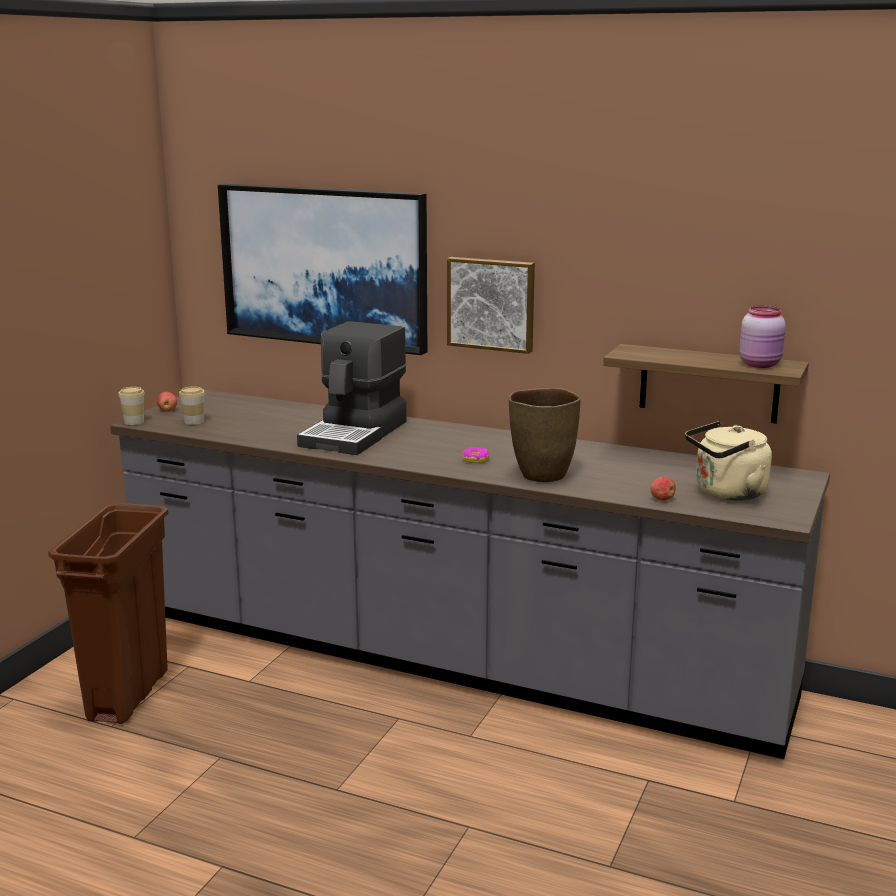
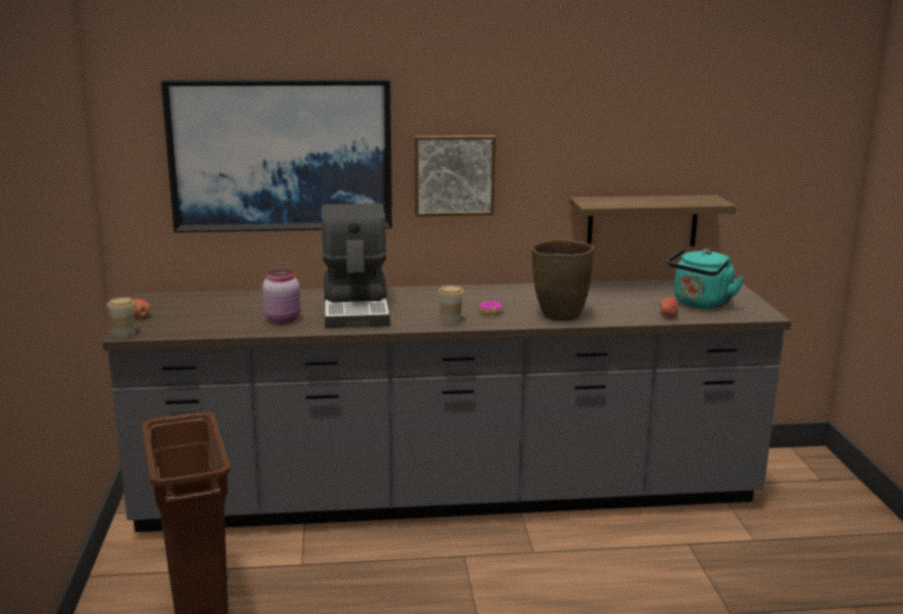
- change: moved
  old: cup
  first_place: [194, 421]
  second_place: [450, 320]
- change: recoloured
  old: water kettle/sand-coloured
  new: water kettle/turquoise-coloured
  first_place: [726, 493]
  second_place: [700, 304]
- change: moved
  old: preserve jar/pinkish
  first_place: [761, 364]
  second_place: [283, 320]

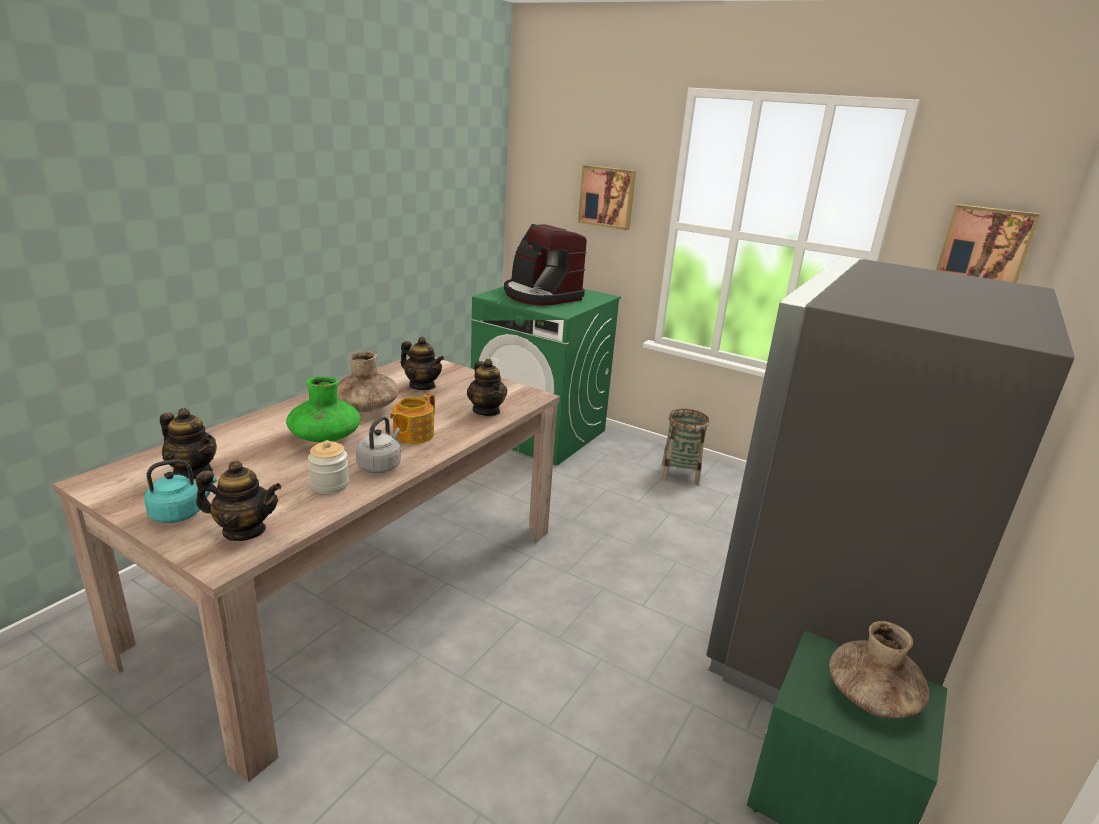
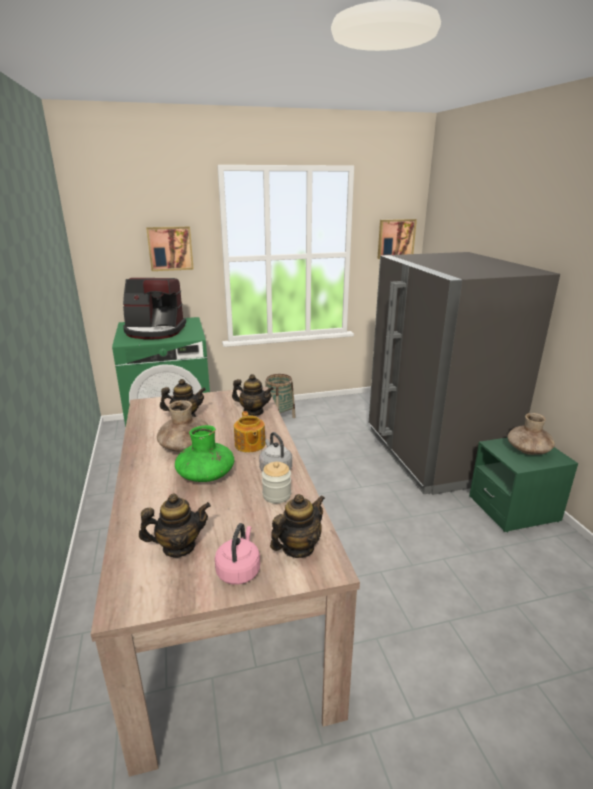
- change: recoloured
  old: water kettle/turquoise-coloured
  new: water kettle/pinkish
  first_place: [180, 513]
  second_place: [239, 570]

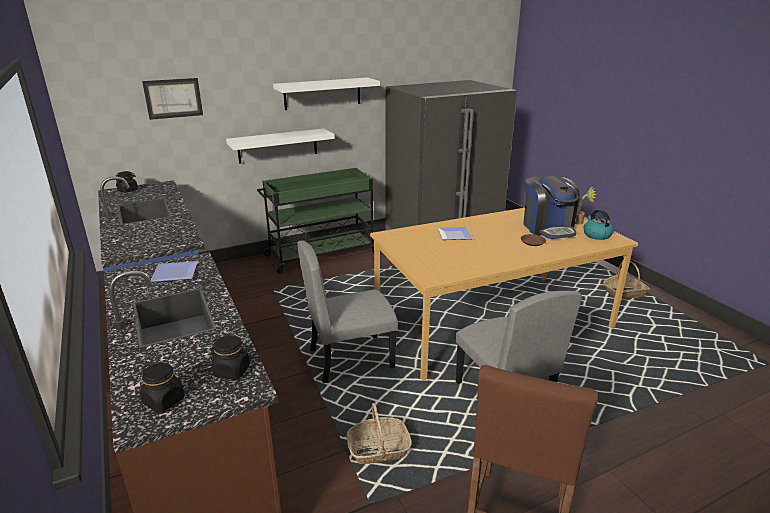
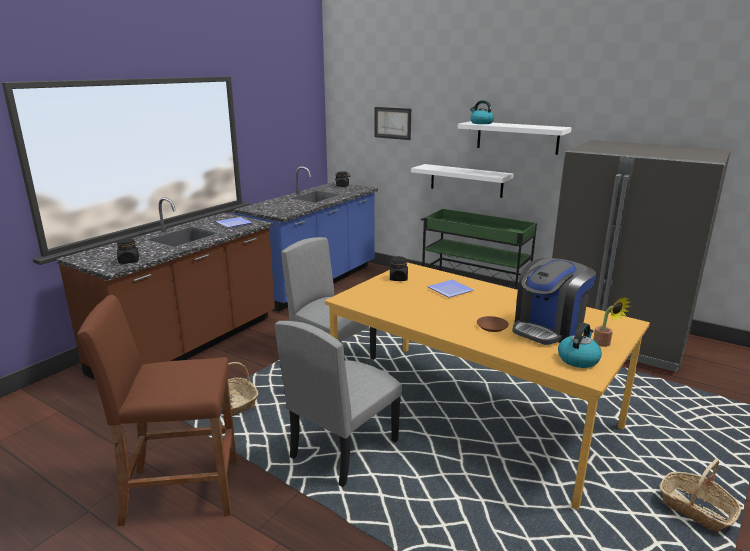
- change: moved
  old: preserve jar/black
  first_place: [164, 401]
  second_place: [398, 279]
- change: added
  new: water kettle
  second_place: [481, 123]

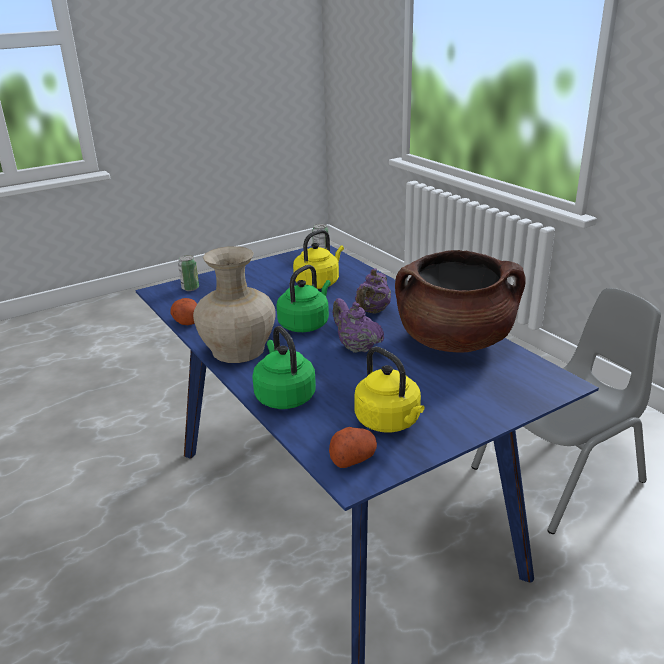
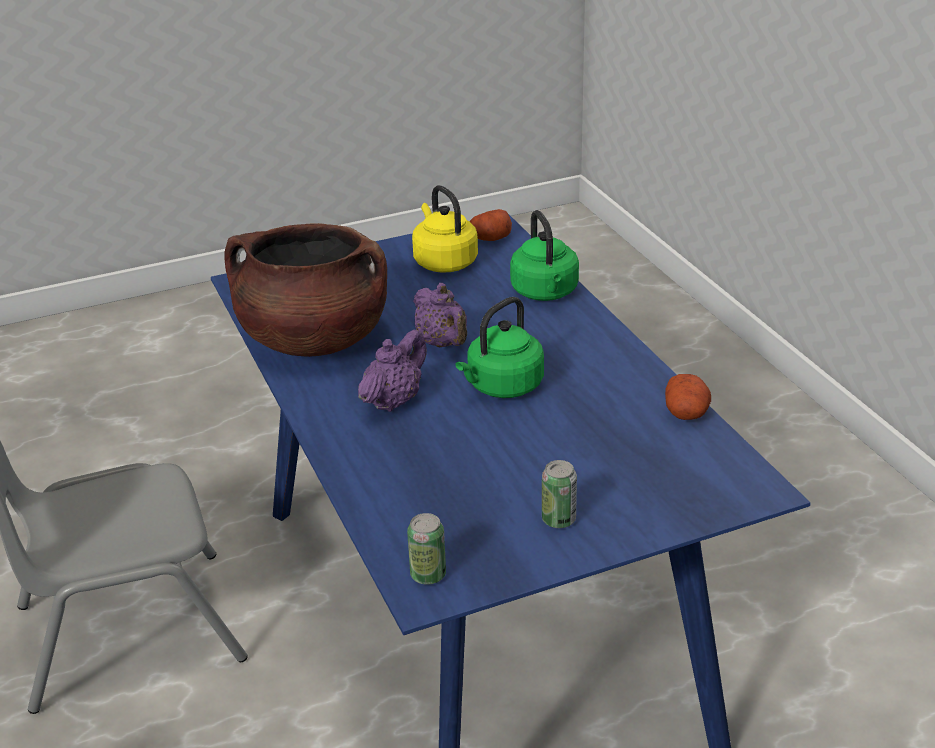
- change: moved
  old: can
  first_place: [190, 288]
  second_place: [558, 520]
- change: removed
  old: decorative vase/sand-coloured
  first_place: [239, 349]
- change: removed
  old: water kettle/yellow-coloured
  first_place: [318, 283]

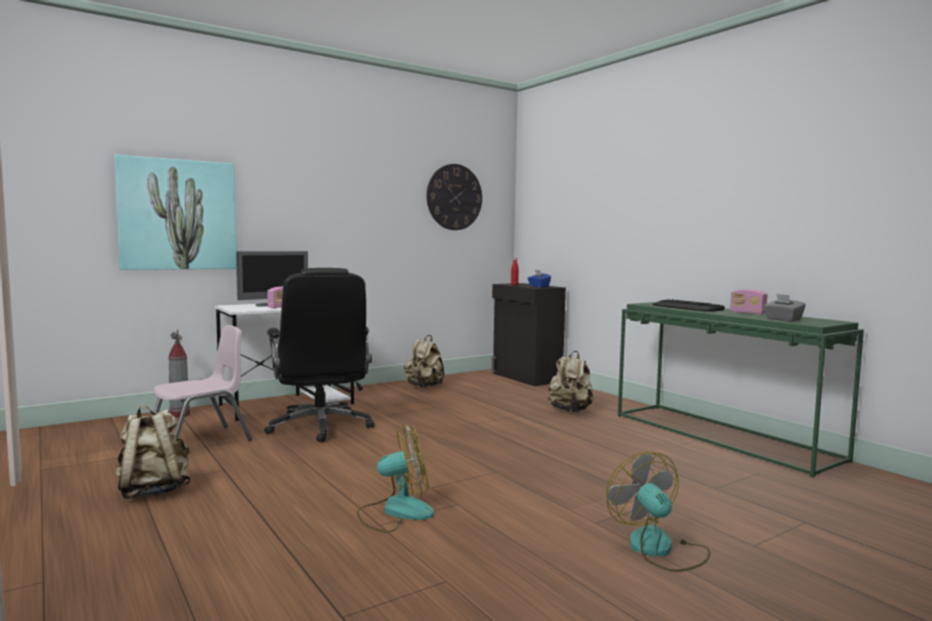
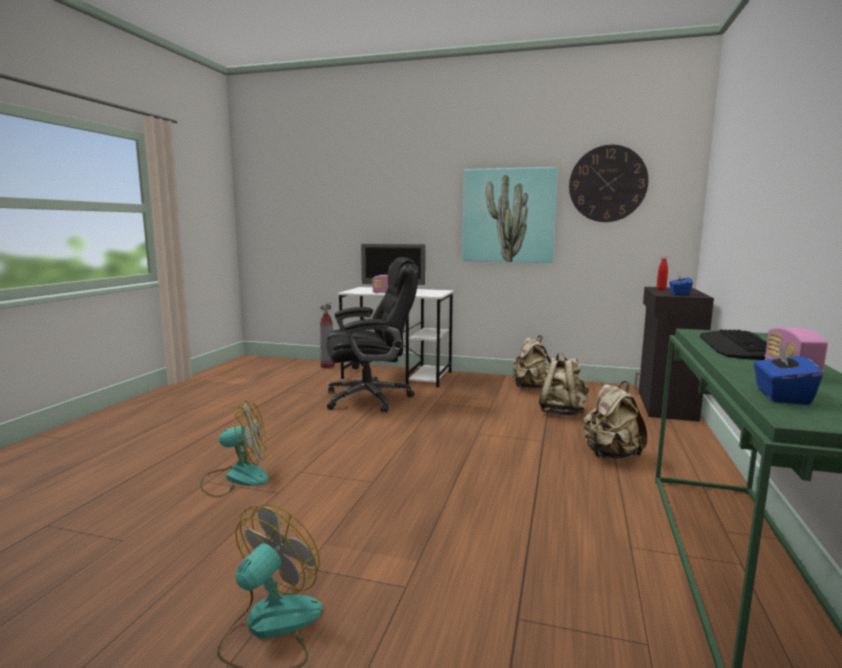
- change: moved
  old: picture
  first_place: [177, 214]
  second_place: [508, 215]
- change: moved
  old: knapsack/sand-coloured
  first_place: [153, 491]
  second_place: [562, 412]
- change: removed
  old: chair/pinkish
  first_place: [200, 441]
- change: turned
  old: computer chair/black
  first_place: [320, 427]
  second_place: [370, 398]
  degrees: -135
- change: turned
  old: fan
  first_place: [395, 512]
  second_place: [236, 478]
  degrees: -45
- change: recoloured
  old: tissue holder/gray
  new: tissue holder/bluish
  first_place: [783, 319]
  second_place: [781, 396]

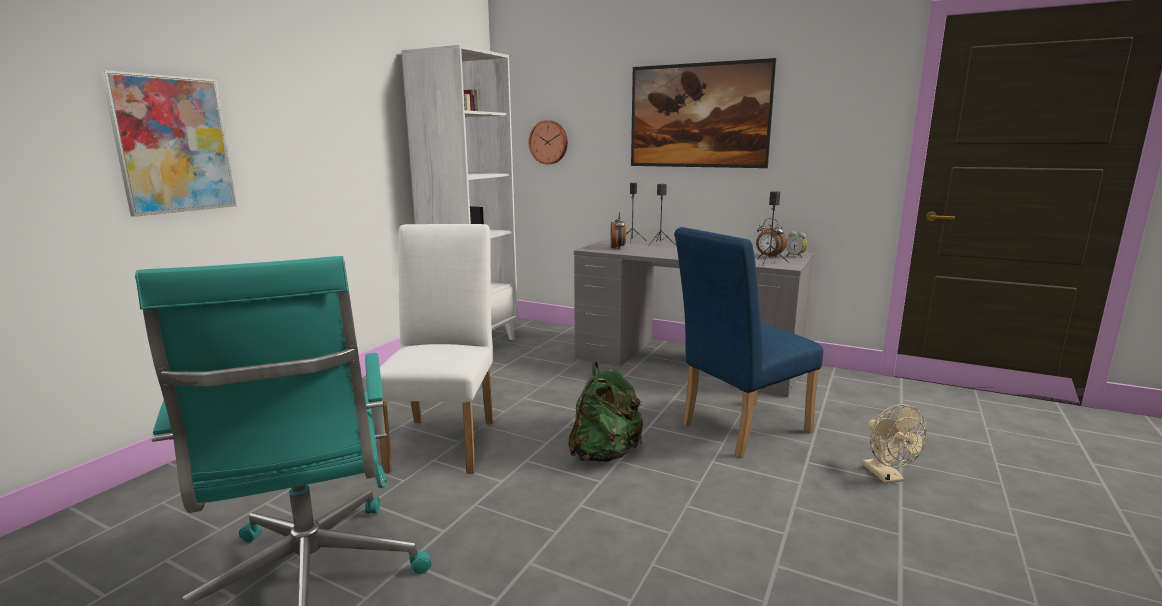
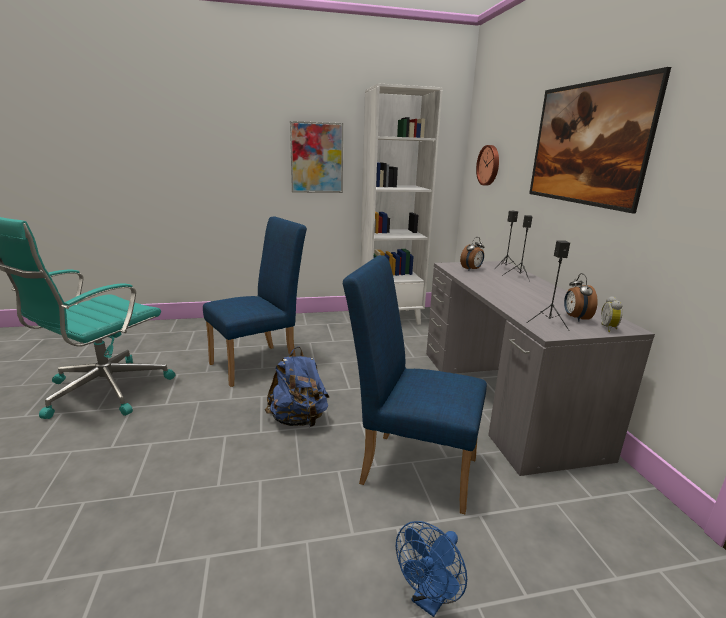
- change: moved
  old: picture
  first_place: [173, 145]
  second_place: [317, 158]
- change: recoloured
  old: chair/white-coloured
  new: chair/bluish
  first_place: [446, 439]
  second_place: [260, 363]
- change: recoloured
  old: knapsack/green-coloured
  new: knapsack/bluish
  first_place: [604, 454]
  second_place: [298, 419]
- change: recoloured
  old: fan/sand-coloured
  new: fan/bluish
  first_place: [887, 476]
  second_place: [430, 599]

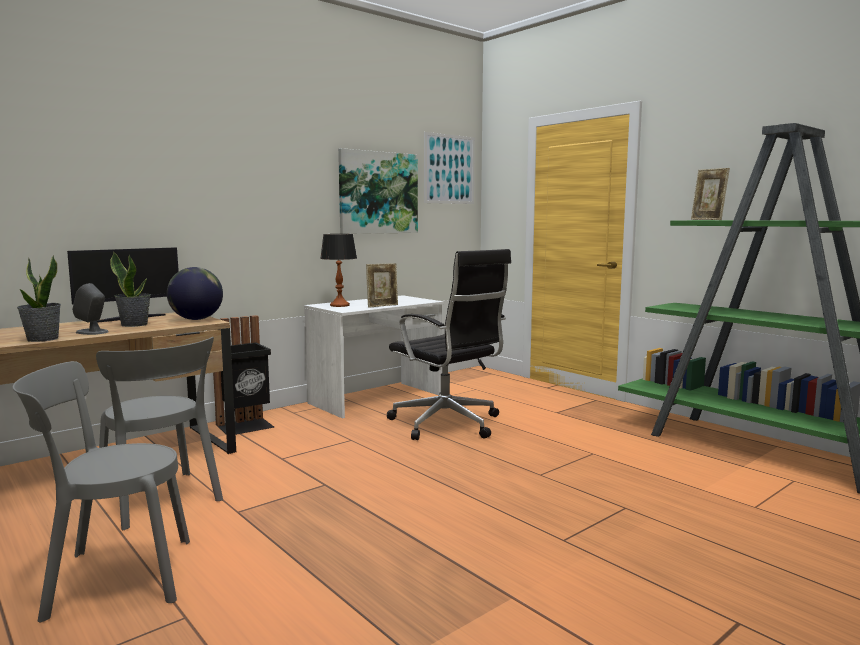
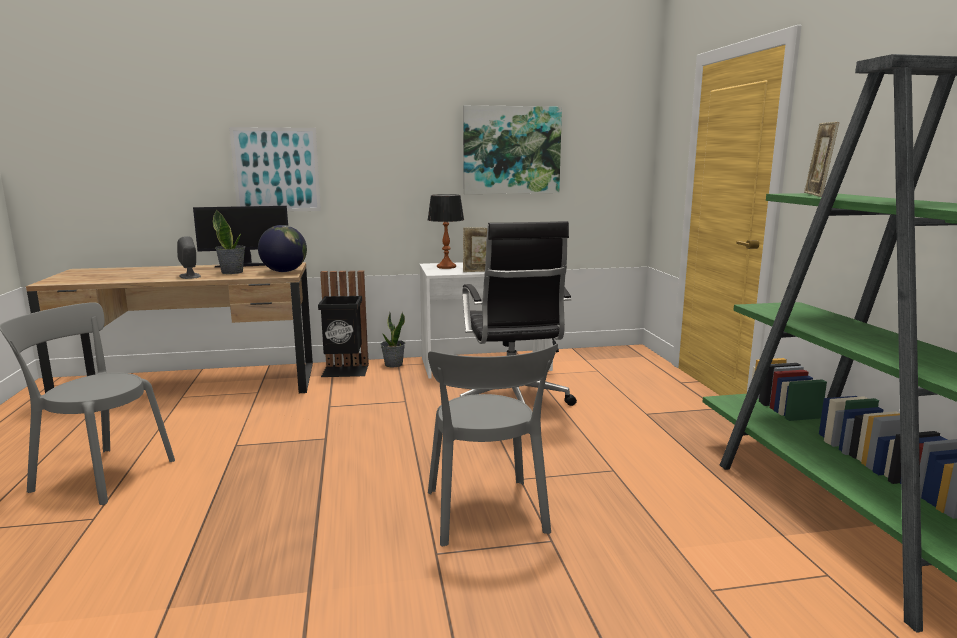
- change: moved
  old: houseplant
  first_place: [42, 339]
  second_place: [393, 364]
- change: moved
  old: chair/gray
  first_place: [161, 501]
  second_place: [487, 515]
- change: moved
  old: picture
  first_place: [449, 169]
  second_place: [276, 170]

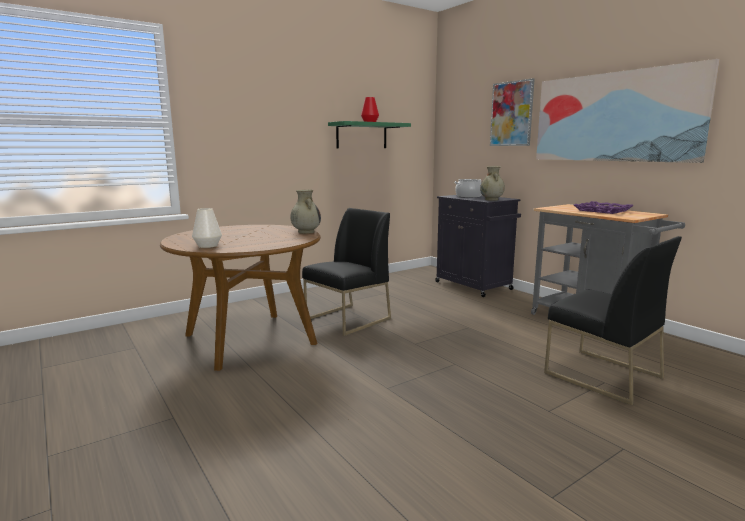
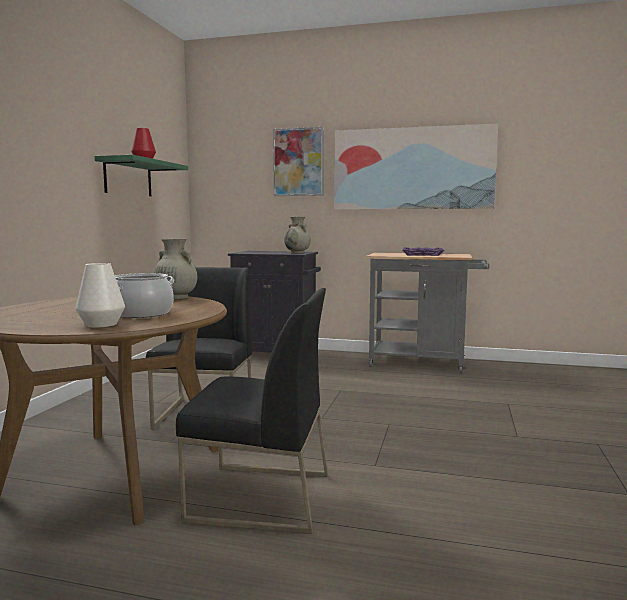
- change: moved
  old: cooking pot
  first_place: [468, 196]
  second_place: [141, 313]
- change: moved
  old: chair/black
  first_place: [601, 375]
  second_place: [259, 497]

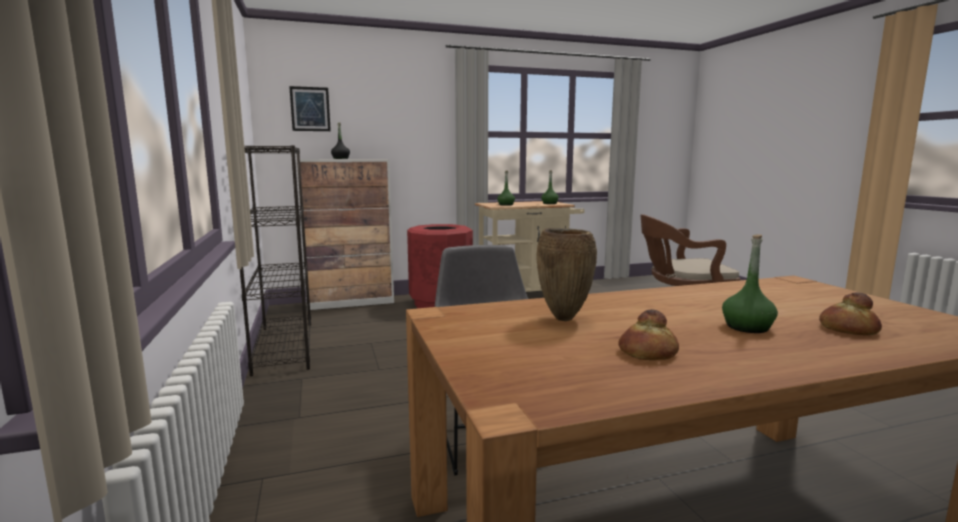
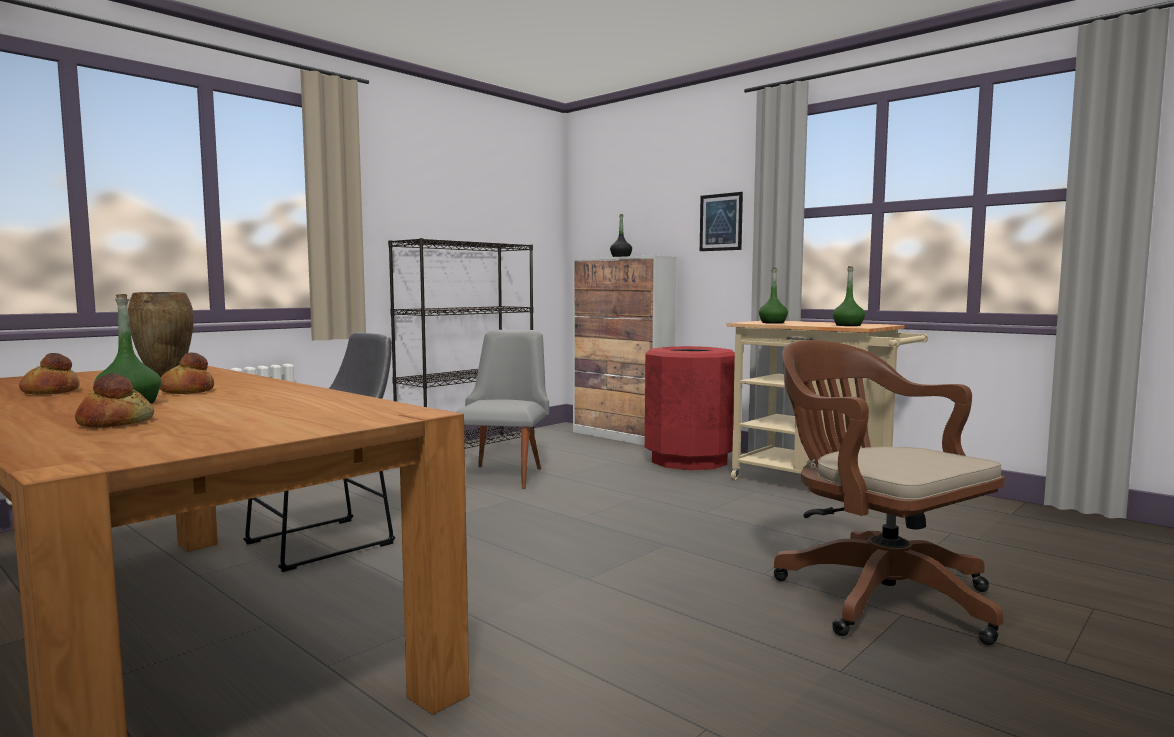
- change: moved
  old: picture
  first_place: [310, 109]
  second_place: [721, 222]
- change: added
  new: bakery bread
  second_place: [186, 391]
- change: added
  new: chair/gray
  second_place: [504, 474]

